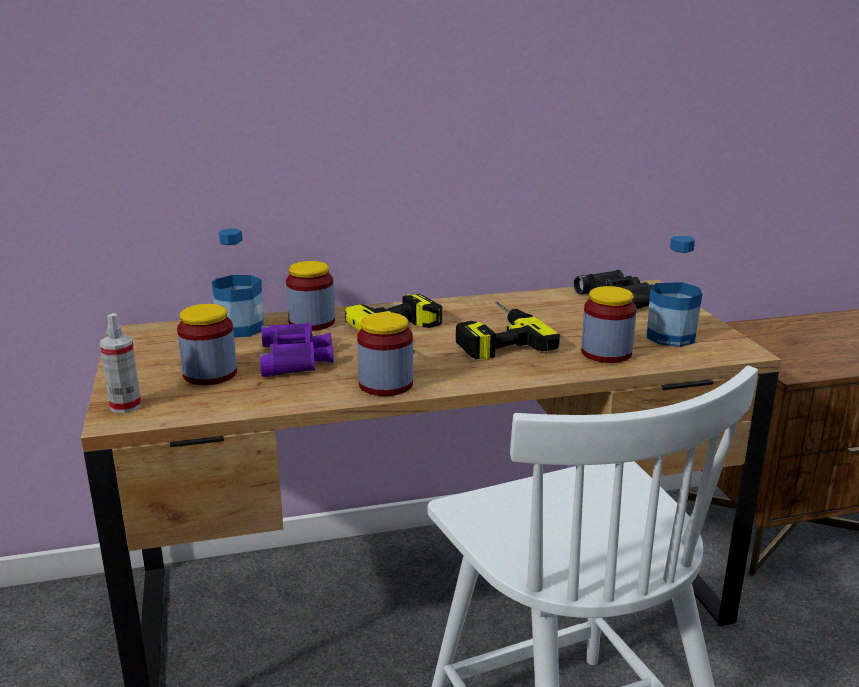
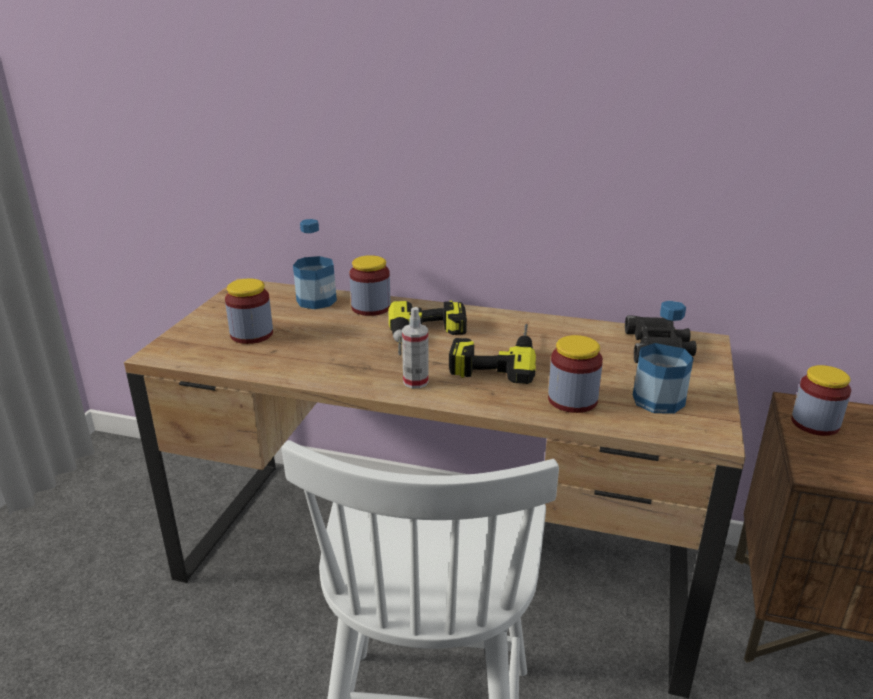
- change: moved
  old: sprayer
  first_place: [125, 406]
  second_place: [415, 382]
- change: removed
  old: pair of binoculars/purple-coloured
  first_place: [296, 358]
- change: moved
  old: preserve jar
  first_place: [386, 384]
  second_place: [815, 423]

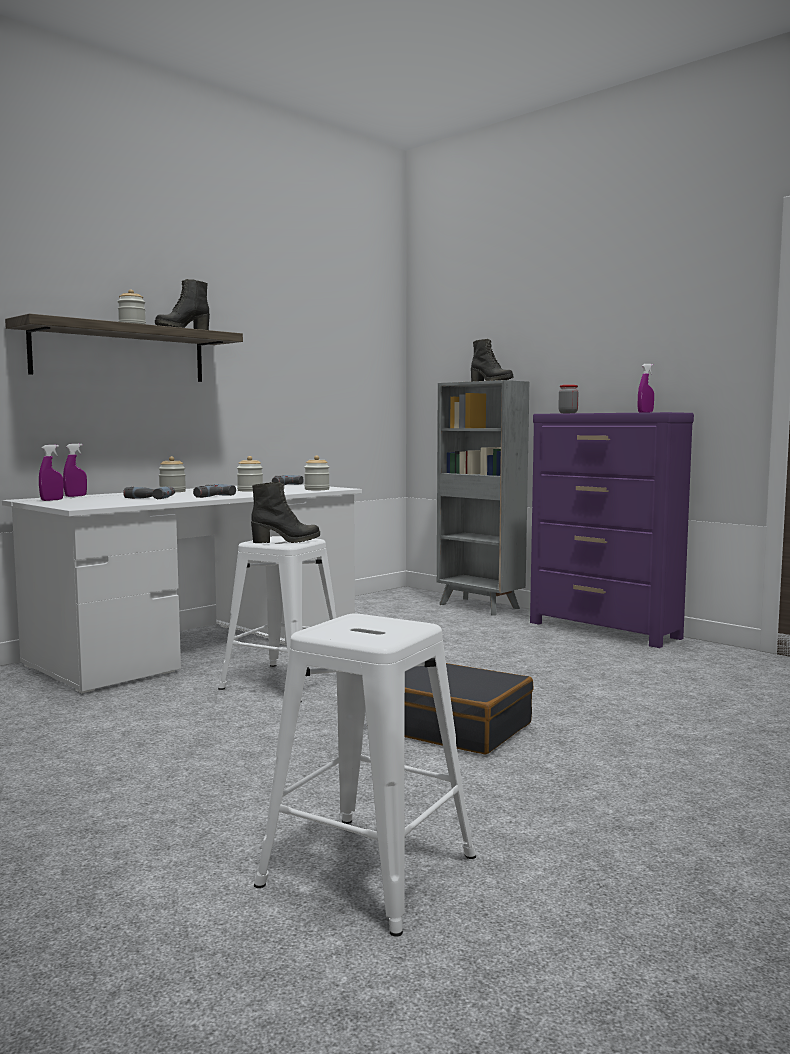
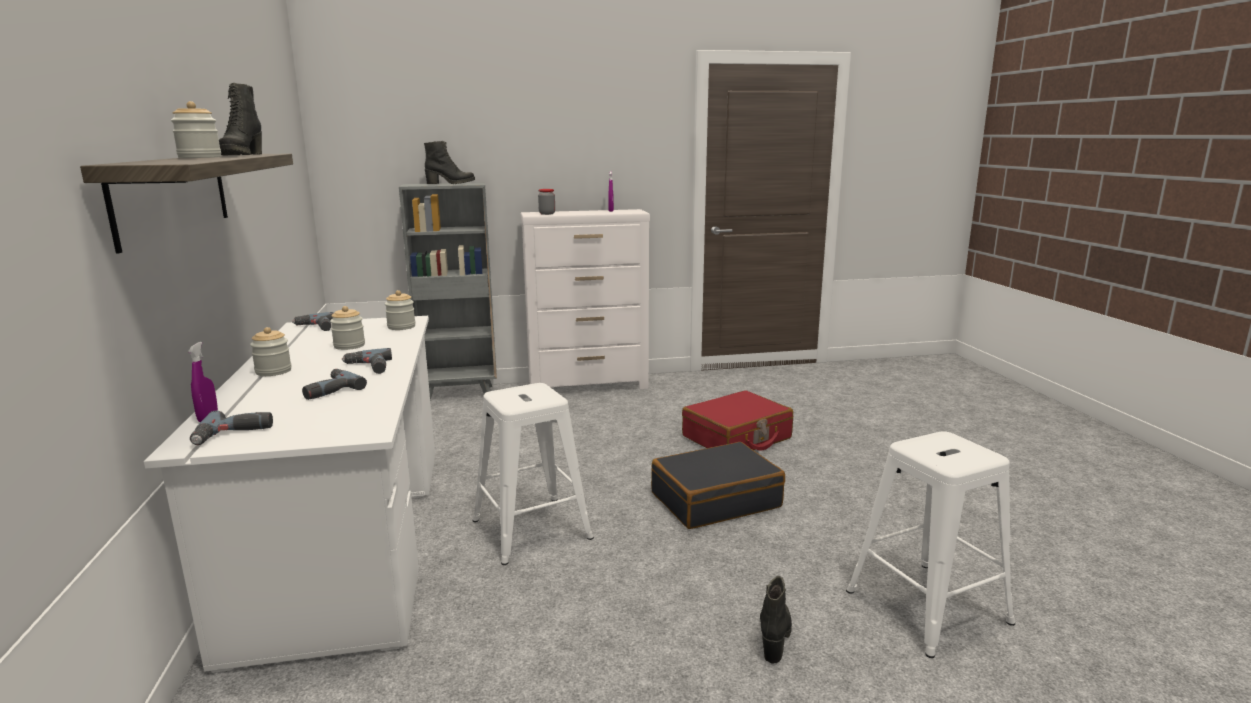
- change: replaced
  old: sprayer/purple-coloured
  new: drill
  first_place: [52, 500]
  second_place: [233, 435]
- change: moved
  old: boot/black
  first_place: [286, 541]
  second_place: [775, 635]
- change: recoloured
  old: chest of drawers/purple-coloured
  new: chest of drawers/white-coloured
  first_place: [604, 630]
  second_place: [589, 386]
- change: added
  new: piece of luggage/reddish
  second_place: [737, 438]

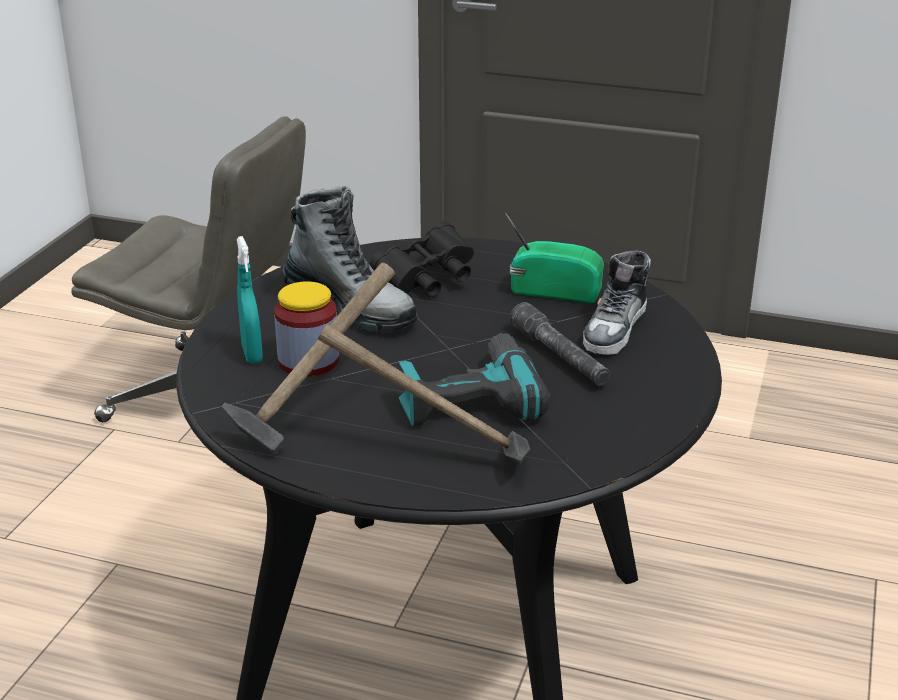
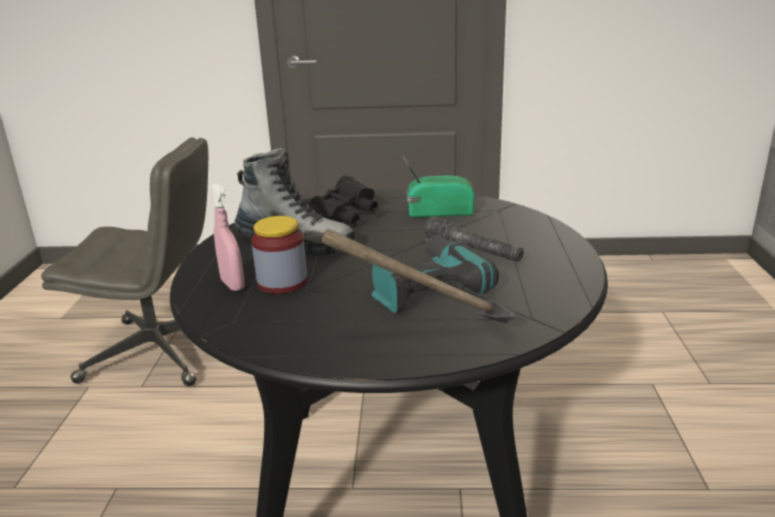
- change: removed
  old: tool hammer
  first_place: [313, 414]
- change: recoloured
  old: sprayer/turquoise-coloured
  new: sprayer/pinkish
  first_place: [252, 354]
  second_place: [232, 285]
- change: removed
  old: low shoe
  first_place: [616, 329]

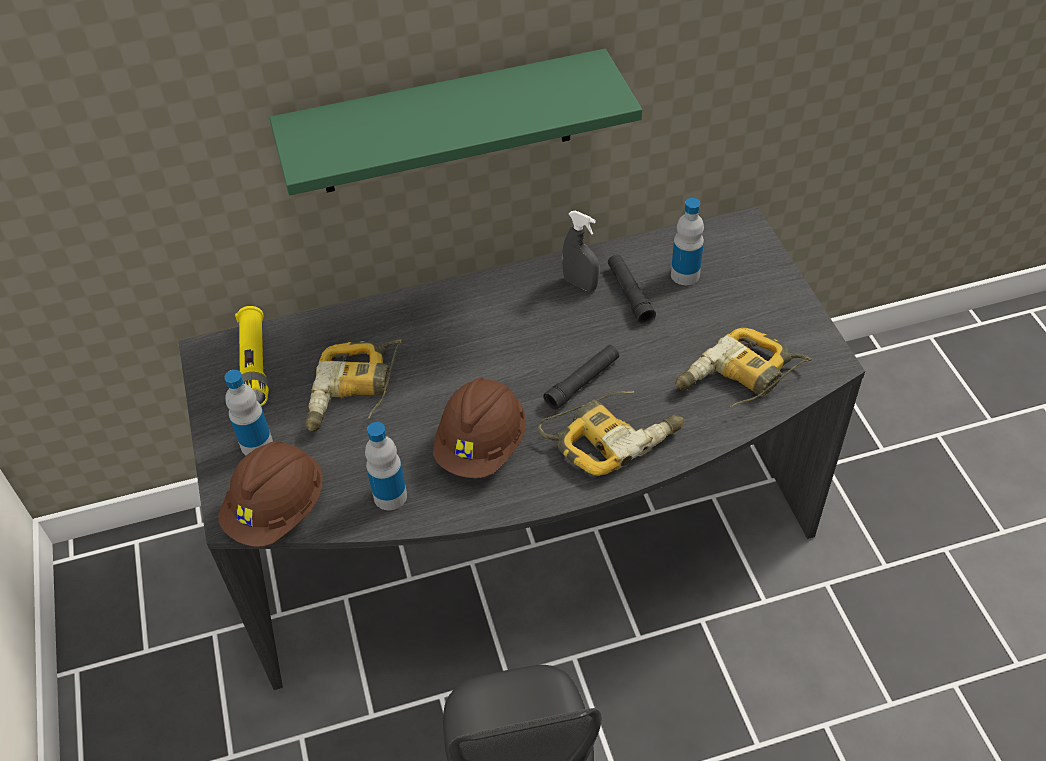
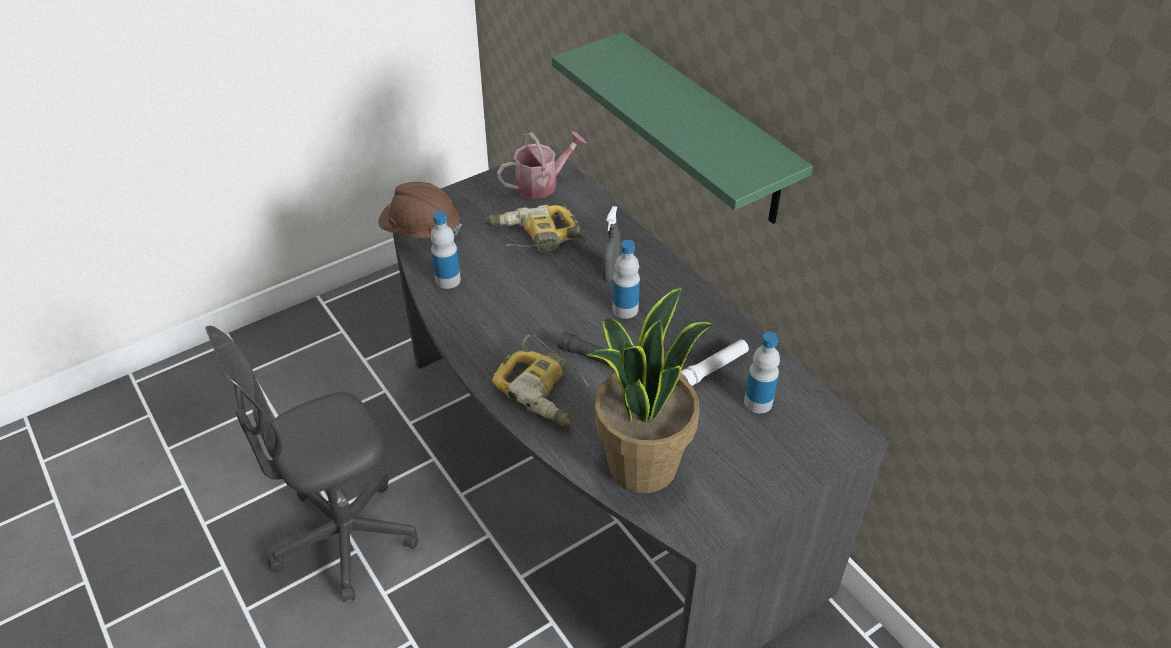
- change: moved
  old: bottle
  first_place: [256, 444]
  second_place: [625, 309]
- change: replaced
  old: torch/yellow-coloured
  new: sprinkling can
  first_place: [254, 365]
  second_place: [542, 184]
- change: removed
  old: work helmet/brownish
  first_place: [482, 445]
- change: moved
  old: sprayer/gray
  first_place: [580, 284]
  second_place: [610, 273]
- change: recoloured
  old: torch/black
  new: torch/white-coloured
  first_place: [629, 294]
  second_place: [713, 368]
- change: replaced
  old: drill
  new: houseplant
  first_place: [739, 380]
  second_place: [642, 464]

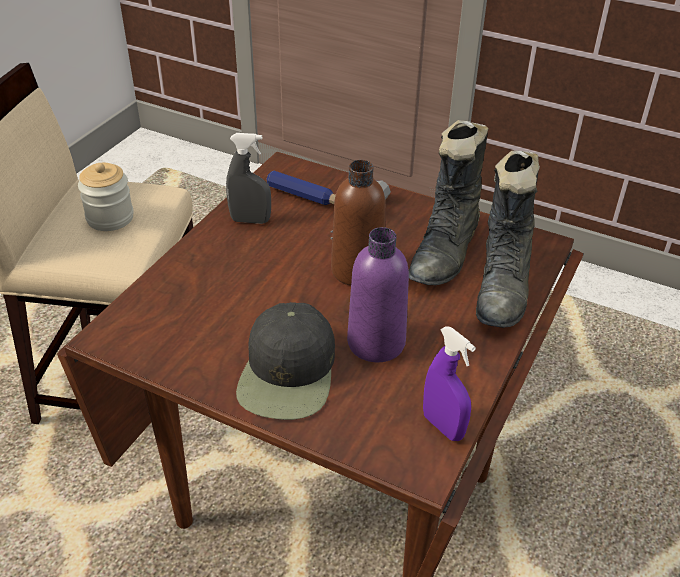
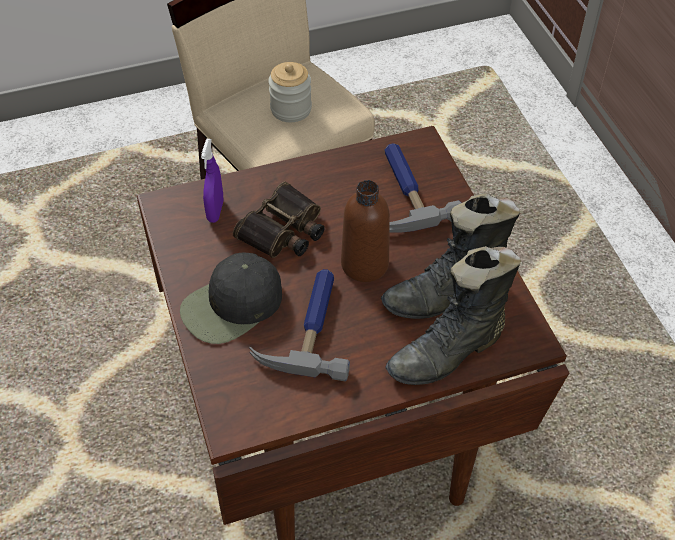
- change: removed
  old: sprayer/gray
  first_place: [250, 220]
- change: replaced
  old: bottle/purple-coloured
  new: tool hammer
  first_place: [376, 342]
  second_place: [309, 326]
- change: moved
  old: sprayer/purple-coloured
  first_place: [443, 426]
  second_place: [215, 211]
- change: added
  new: pair of binoculars
  second_place: [284, 230]

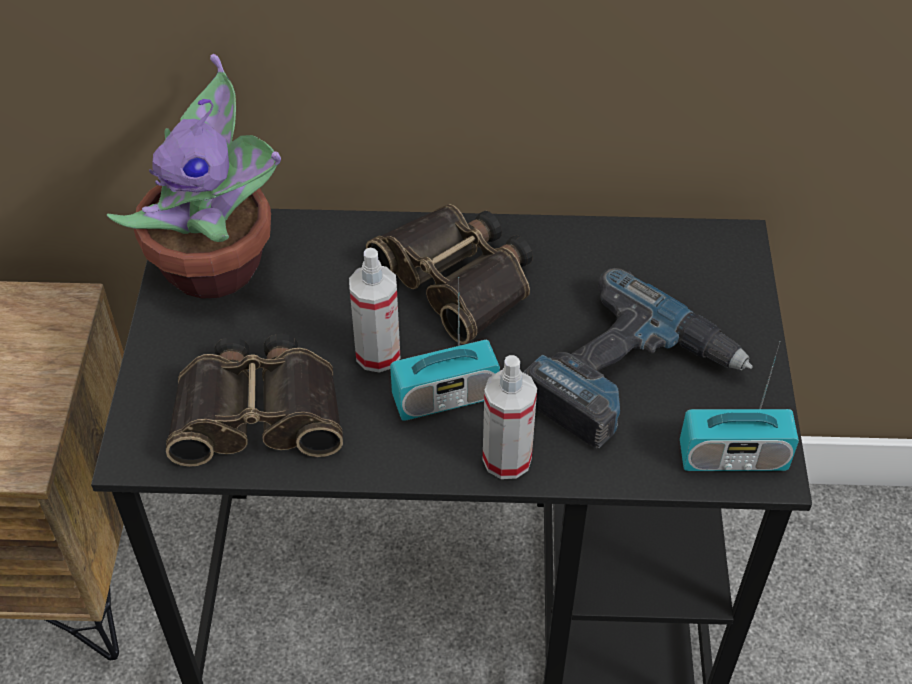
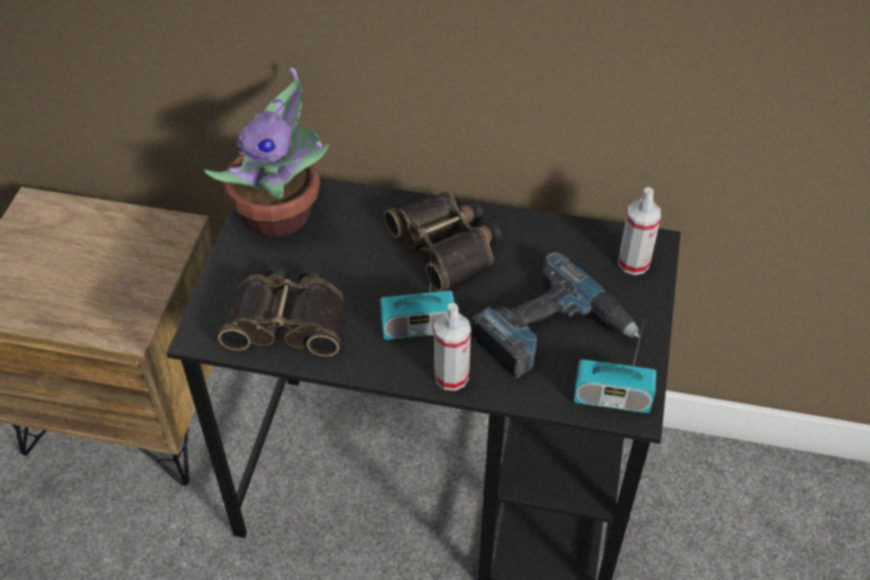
- change: moved
  old: sprayer
  first_place: [378, 354]
  second_place: [633, 263]

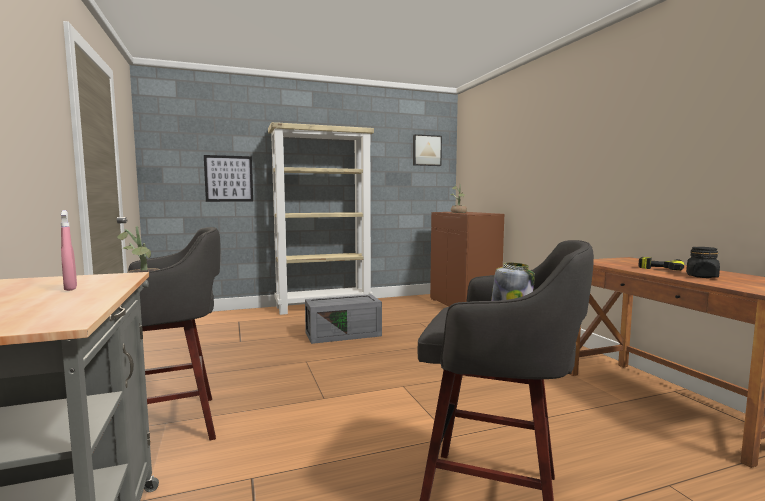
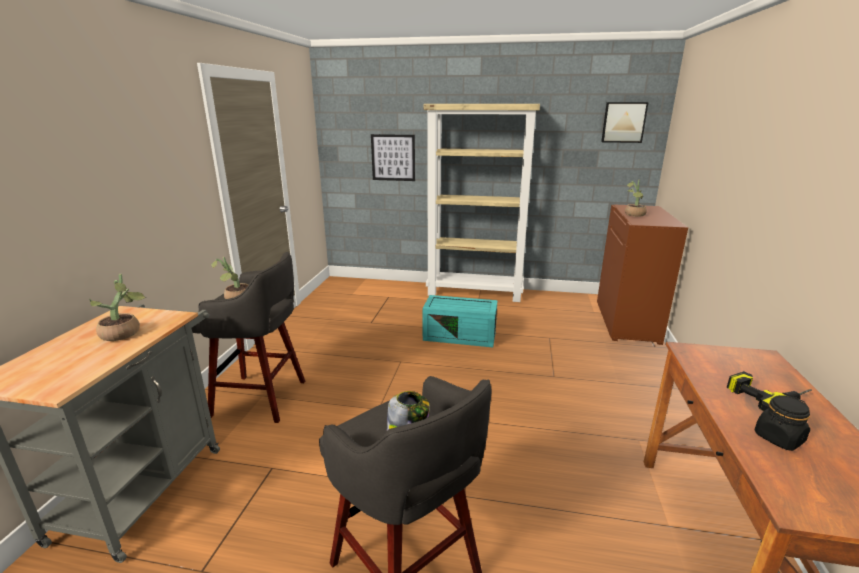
- change: replaced
  old: sprayer/pinkish
  new: houseplant
  first_place: [70, 288]
  second_place: [124, 334]
- change: recoloured
  old: storage bin/gray
  new: storage bin/turquoise-coloured
  first_place: [344, 334]
  second_place: [461, 335]

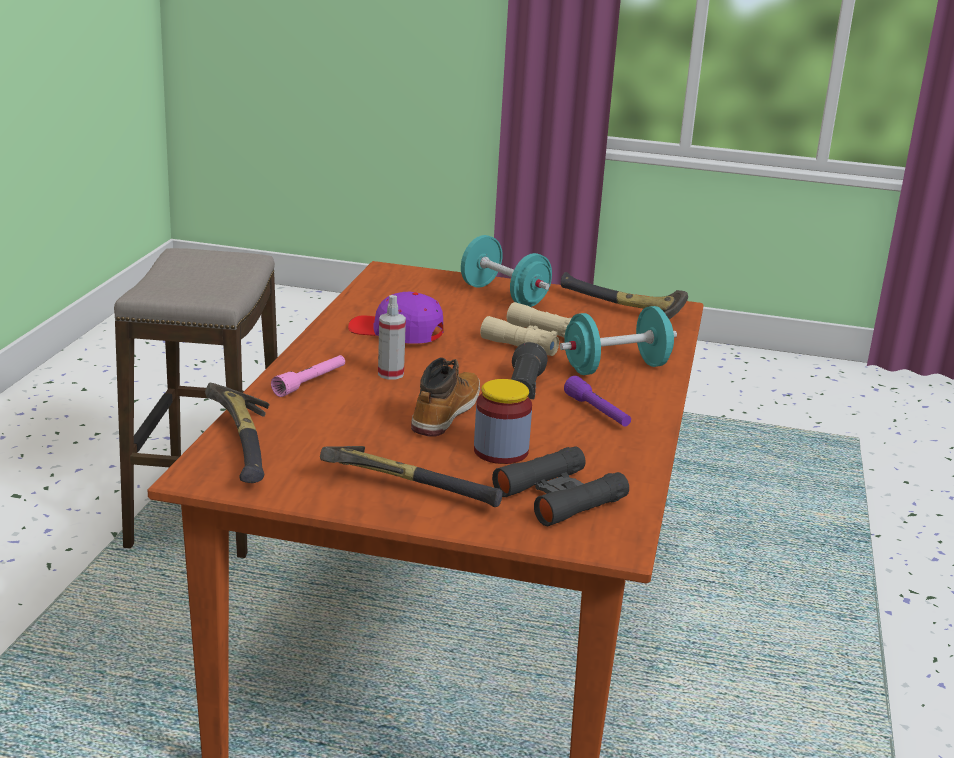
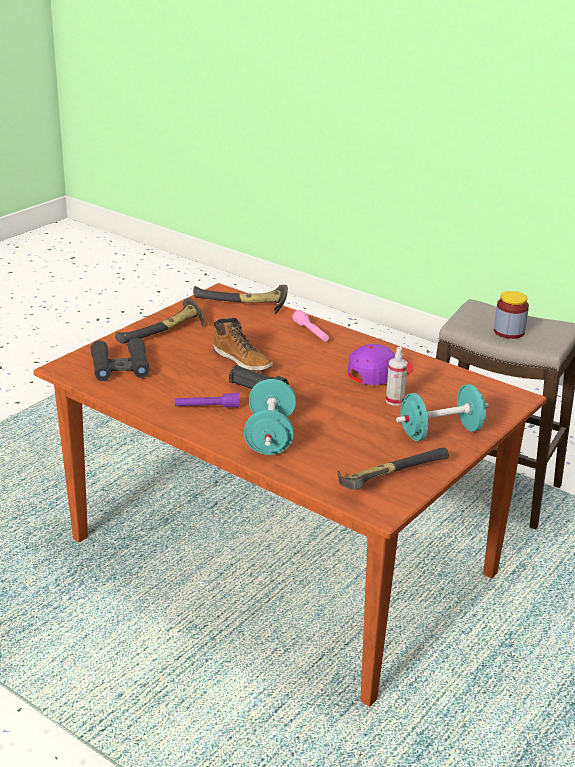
- change: moved
  old: sprayer
  first_place: [391, 374]
  second_place: [394, 400]
- change: moved
  old: preserve jar
  first_place: [501, 451]
  second_place: [509, 332]
- change: removed
  old: pair of binoculars/sand-coloured
  first_place: [531, 339]

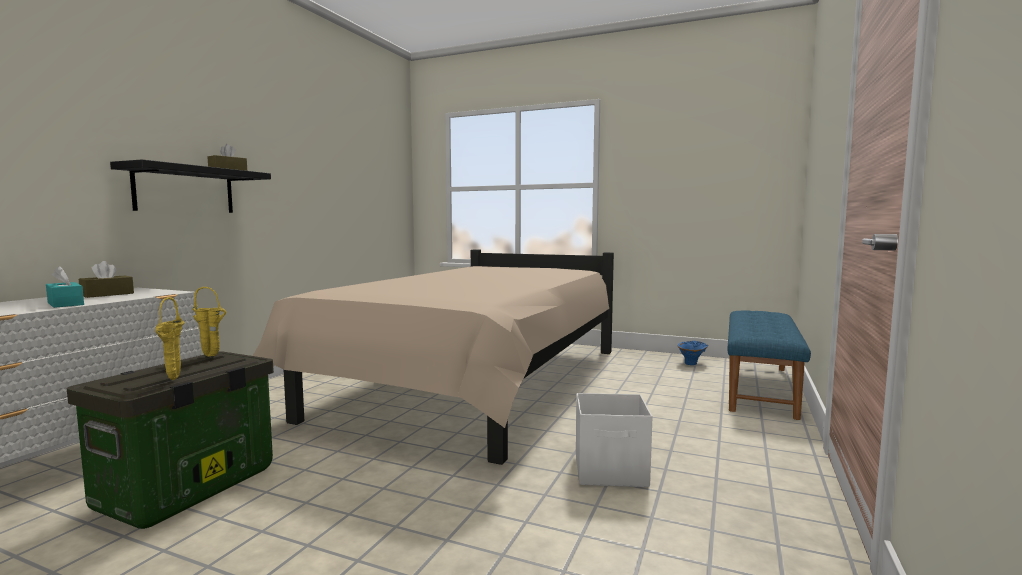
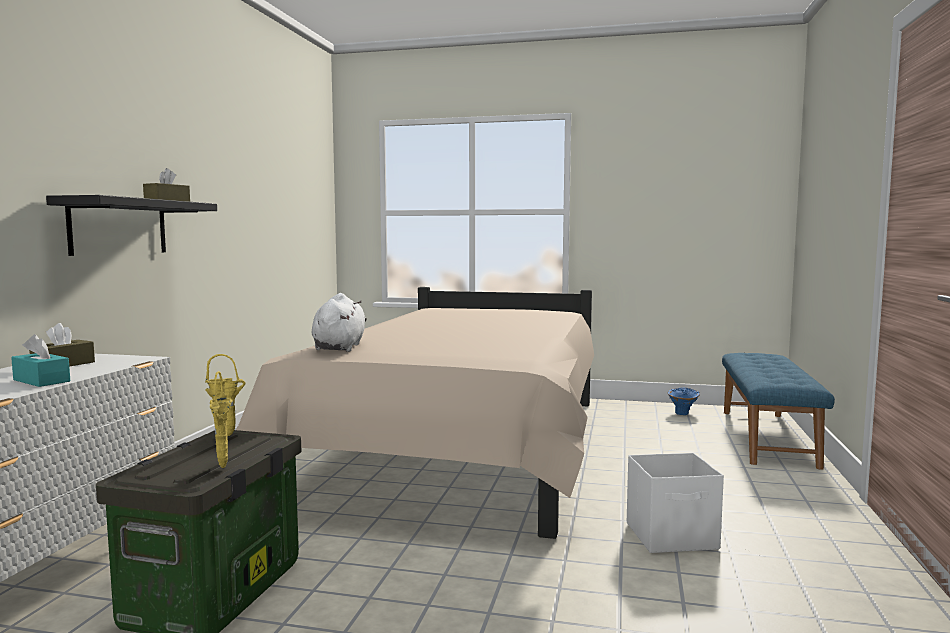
- change: added
  new: cuddly toy/white-coloured
  second_place: [340, 347]

